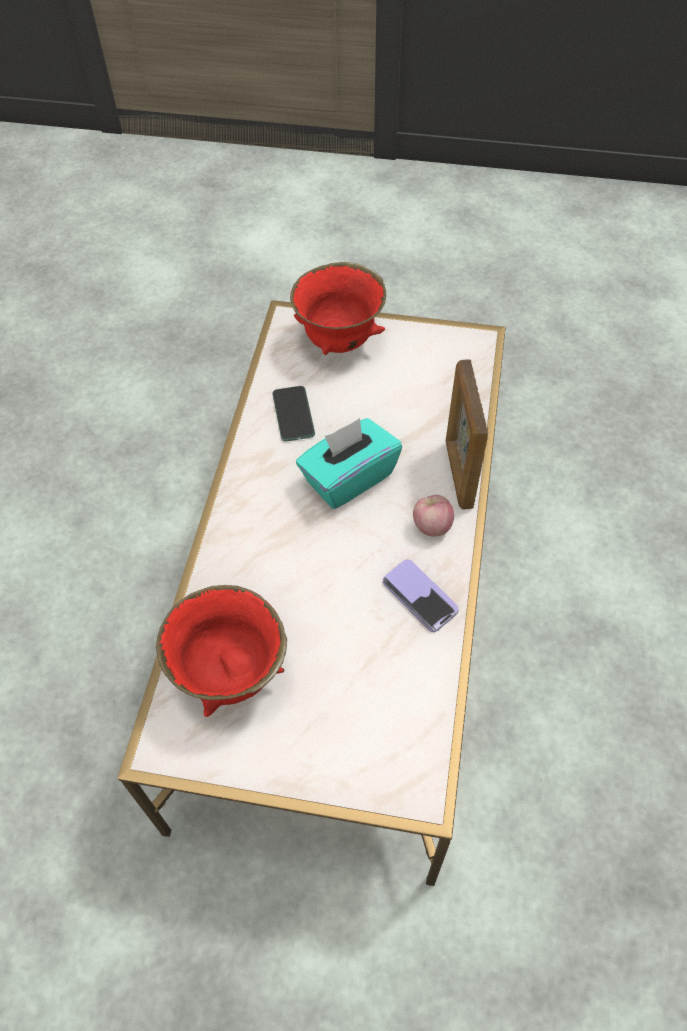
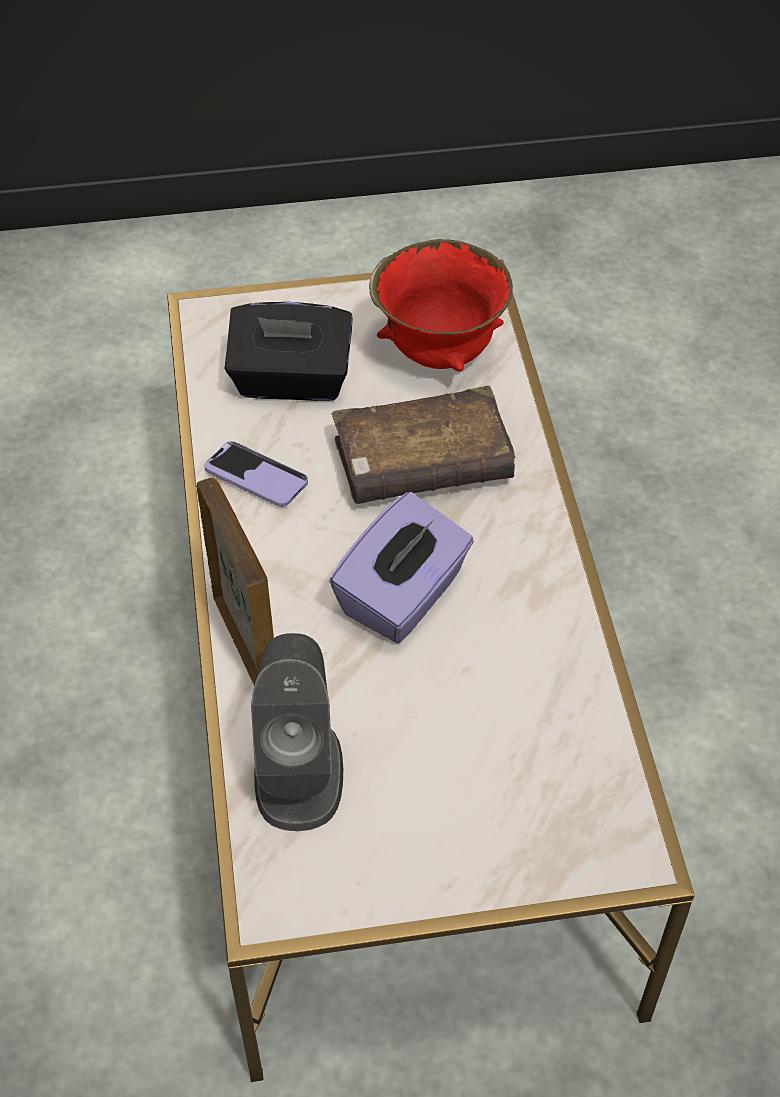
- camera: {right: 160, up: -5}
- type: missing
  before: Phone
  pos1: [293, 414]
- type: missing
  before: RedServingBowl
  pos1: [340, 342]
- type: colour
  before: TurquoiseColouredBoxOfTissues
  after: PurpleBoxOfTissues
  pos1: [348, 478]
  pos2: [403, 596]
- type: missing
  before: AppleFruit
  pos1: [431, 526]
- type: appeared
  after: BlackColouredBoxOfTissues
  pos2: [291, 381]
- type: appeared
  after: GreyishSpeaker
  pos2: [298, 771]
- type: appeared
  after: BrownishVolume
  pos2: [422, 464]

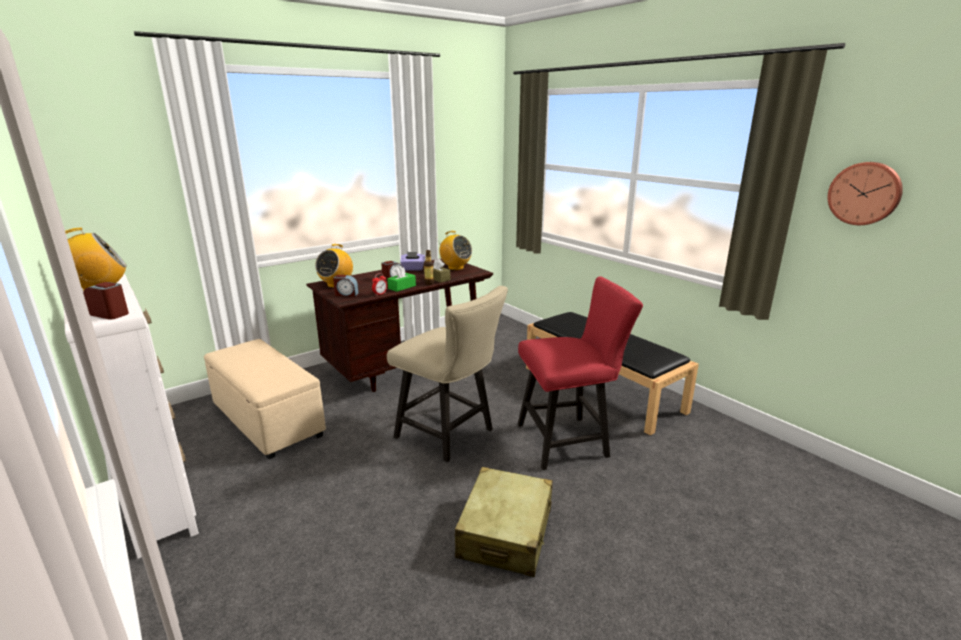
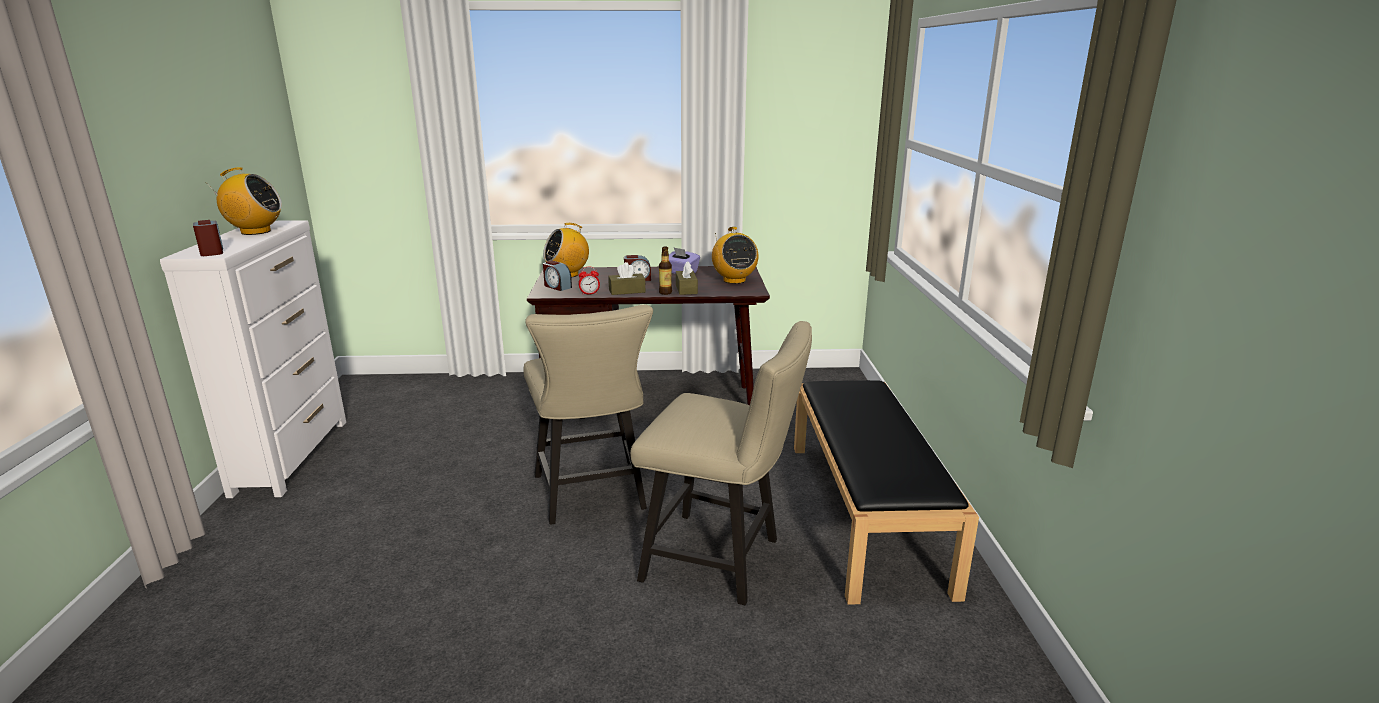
- camera: {right: 35, up: 0}
- type: missing
  before: BeigeColouredOttoman
  pos1: [267, 420]
- type: colour
  before: GreenBoxOfTissues
  after: BrownishBoxOfTissues
  pos1: [402, 287]
  pos2: [627, 291]
- type: missing
  before: BeigeColouredPieceOfLuggage
  pos1: [506, 532]
- type: colour
  before: RedUprightChair
  after: BeigeColouredUprightChair
  pos1: [569, 440]
  pos2: [721, 561]
- type: missing
  before: HangingClock
  pos1: [864, 193]

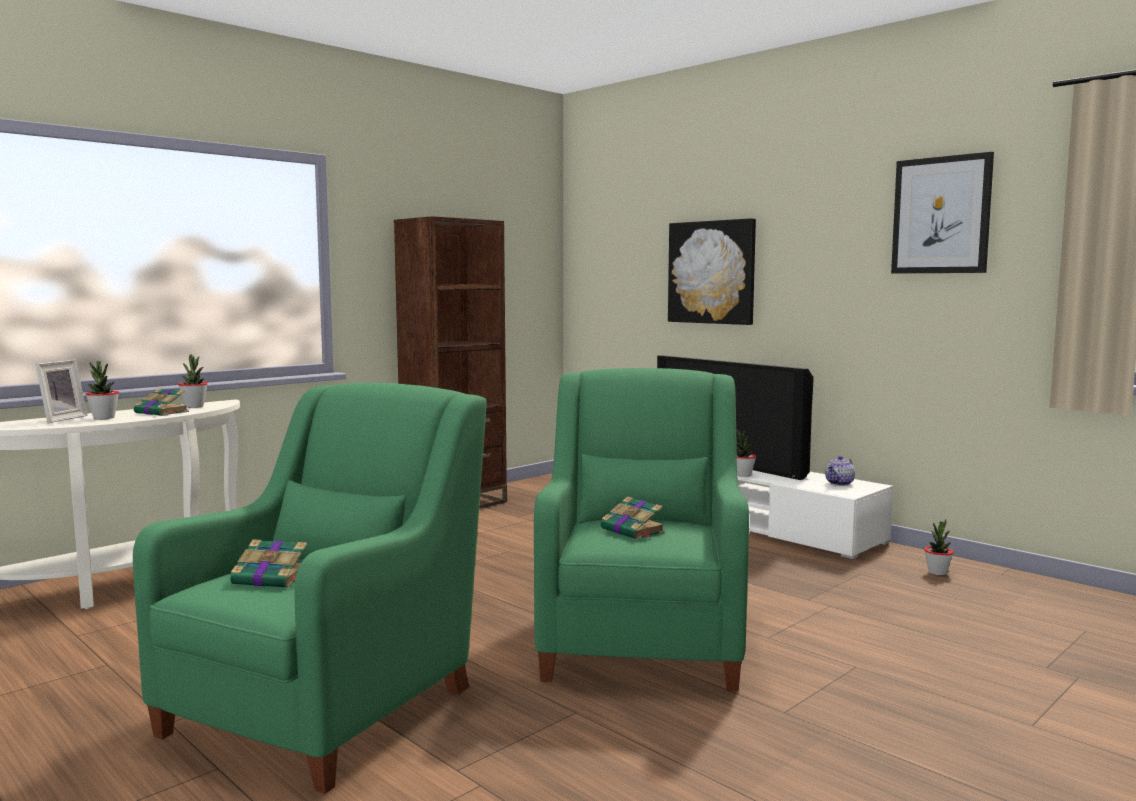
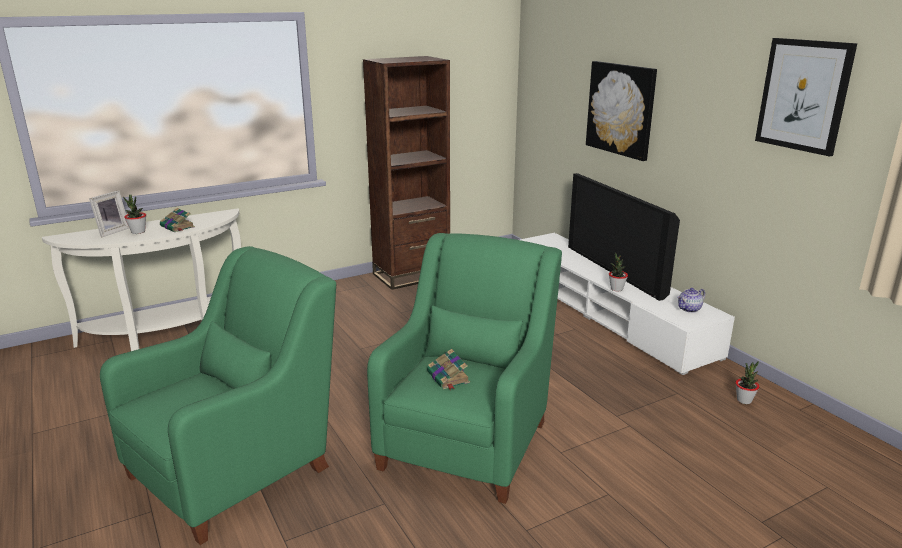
- camera: {right: 15, up: 15}
- type: missing
  before: Houseplant
  pos1: [194, 406]
- type: missing
  before: Volume
  pos1: [273, 579]

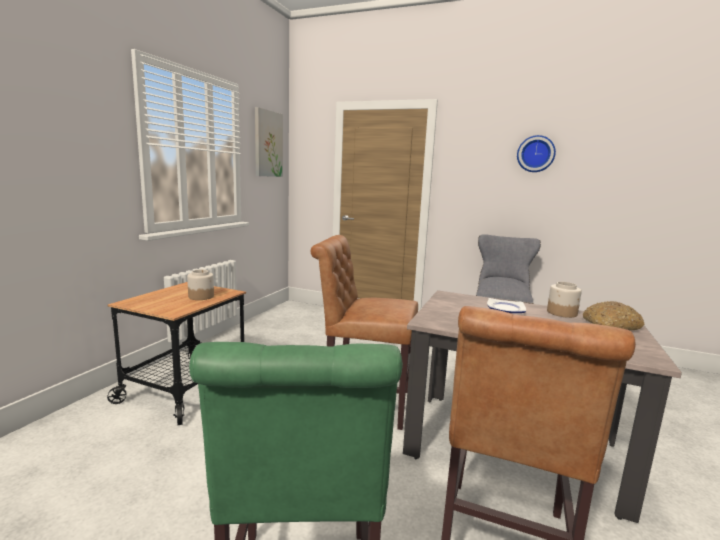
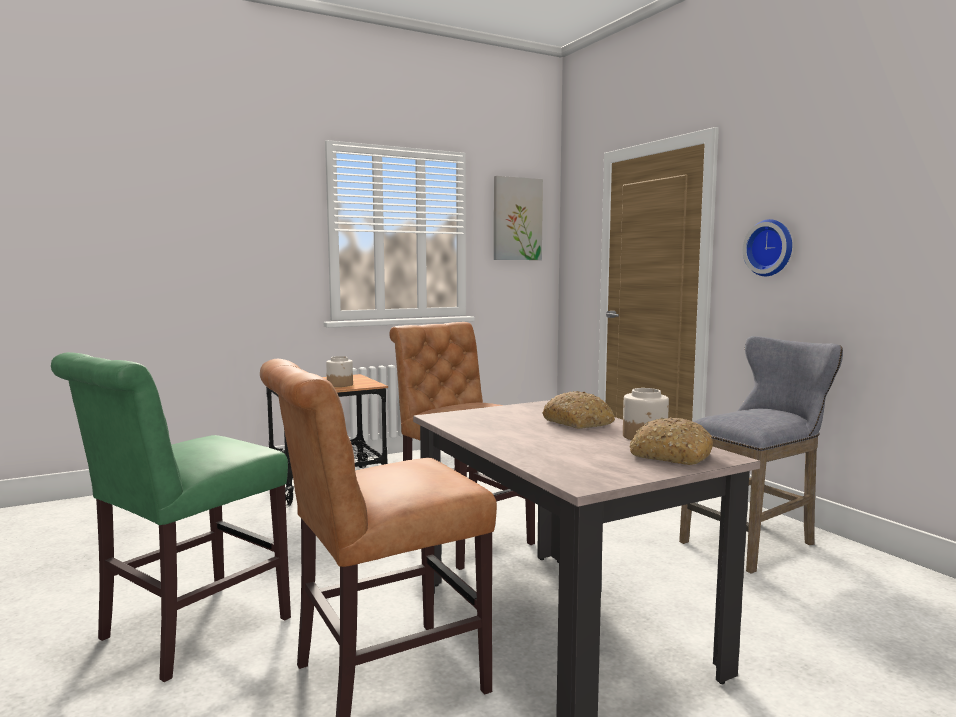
- camera: {right: 40, up: -5}
- type: exchanged
  before: FlatDish
  after: BakedBread
  pos1: [506, 308]
  pos2: [578, 422]
- type: relocated
  before: HangingClock
  pos1: [535, 154]
  pos2: [770, 248]

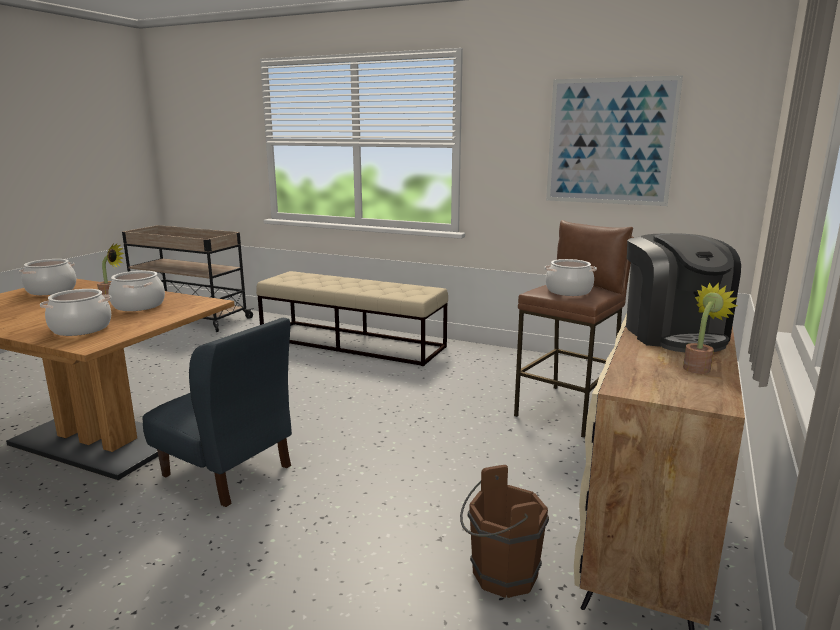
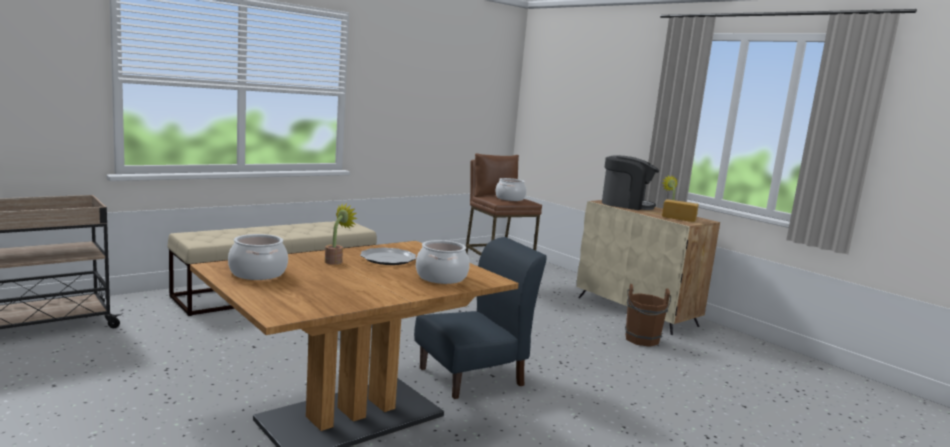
- camera: {right: -65, up: -5}
- type: exchanged
  before: CookingPot
  after: FlatDish
  pos1: [139, 305]
  pos2: [388, 259]
- type: missing
  before: WallPicture
  pos1: [610, 142]
- type: appeared
  after: BakedBread
  pos2: [679, 218]

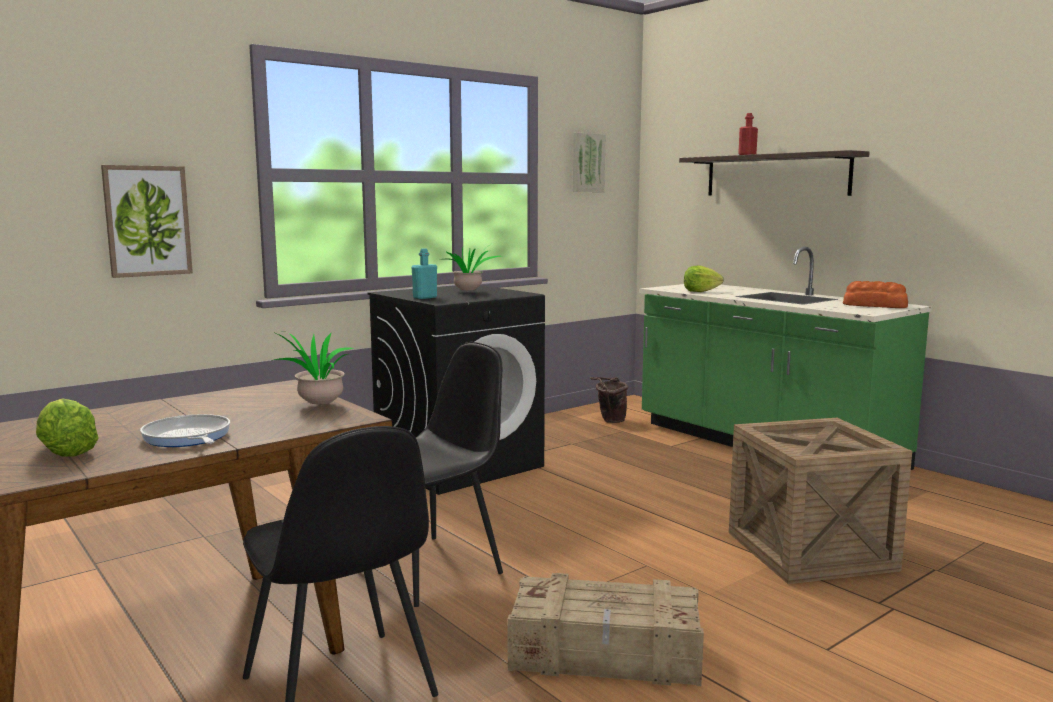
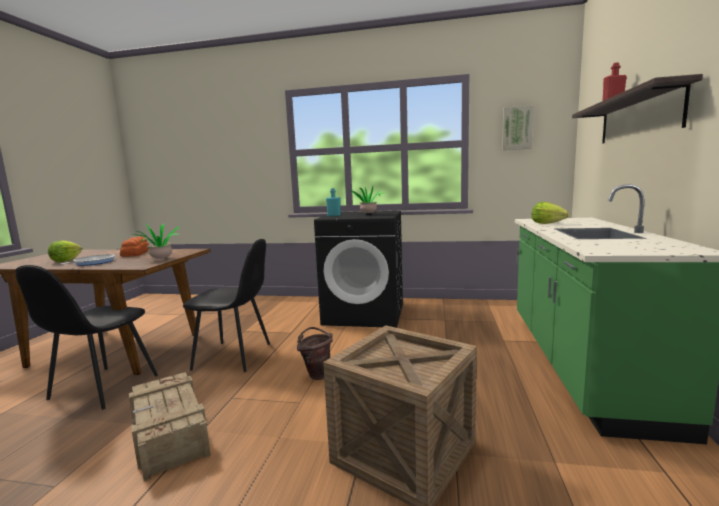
- camera: {right: 50, up: 0}
- type: missing
  before: WallPicture
  pos1: [147, 221]
- type: relocated
  before: BrownishBucket
  pos1: [609, 421]
  pos2: [317, 374]
- type: relocated
  before: BakedBread
  pos1: [875, 305]
  pos2: [135, 253]

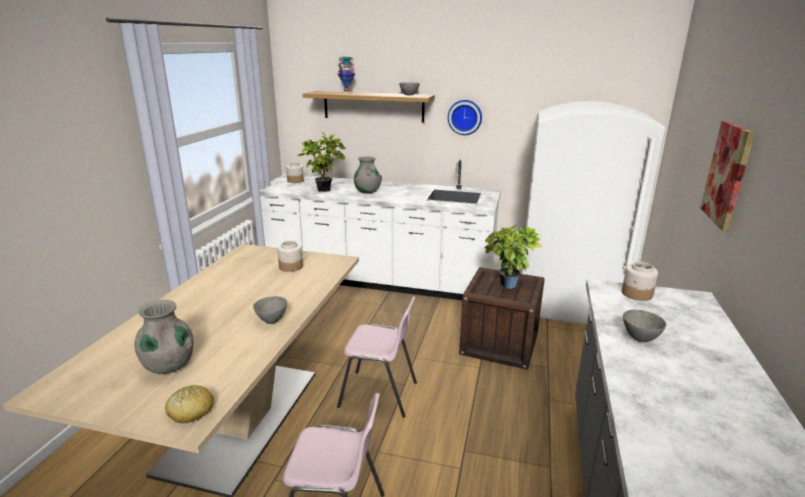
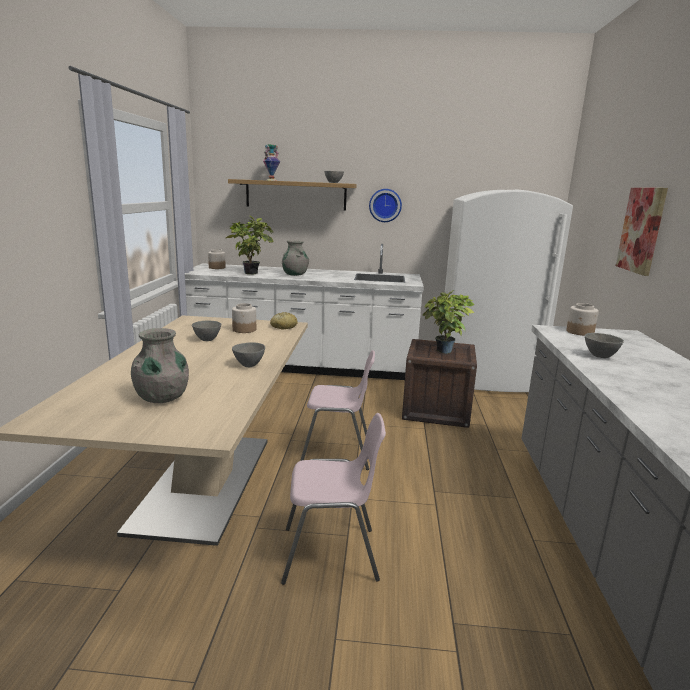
- camera: {right: -10, up: -5}
- type: relocated
  before: BakedBread
  pos1: [190, 411]
  pos2: [283, 326]
- type: appeared
  after: GreyishServingBowl
  pos2: [207, 340]

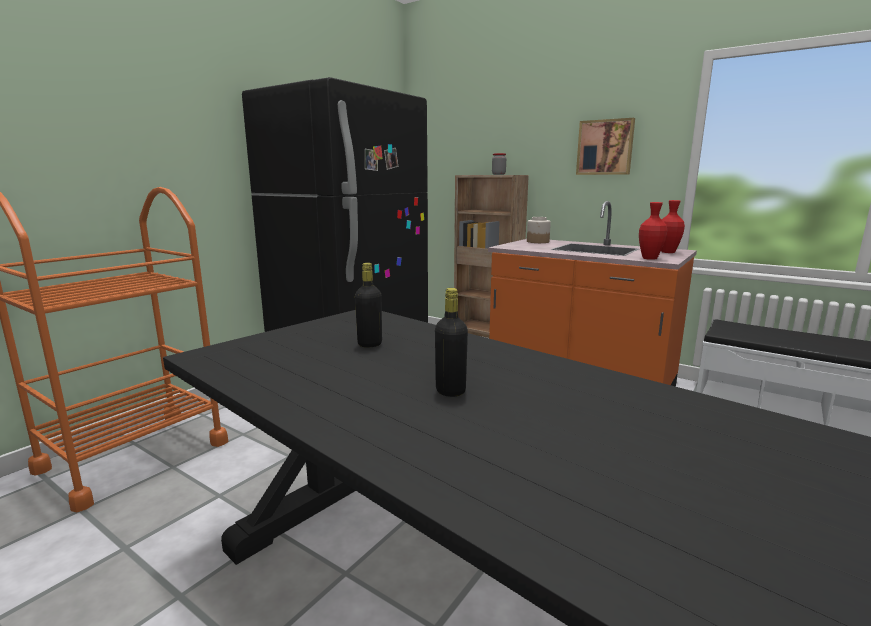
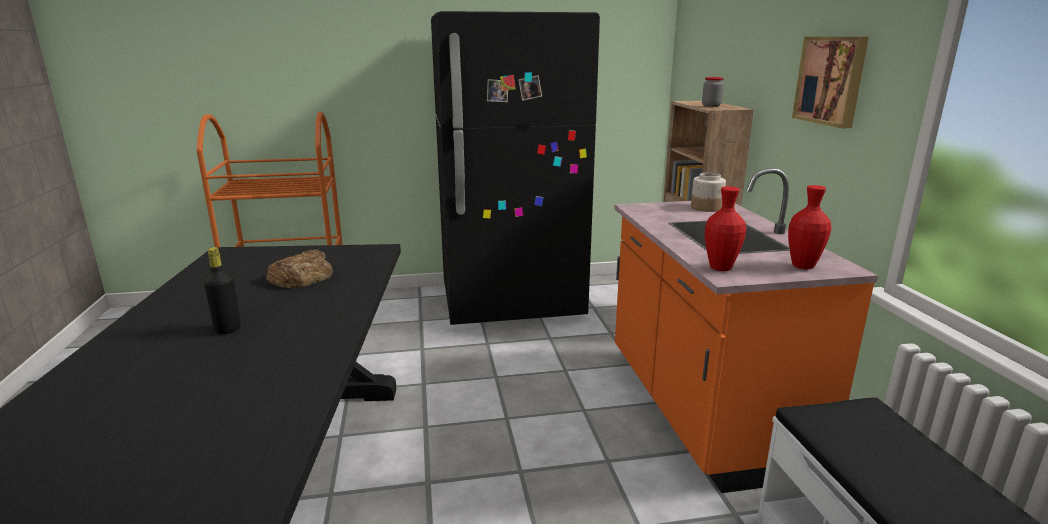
- camera: {right: 45, up: 5}
- type: exchanged
  before: BlackColouredDrinkBottle
  after: BakedBread
  pos1: [370, 344]
  pos2: [302, 277]

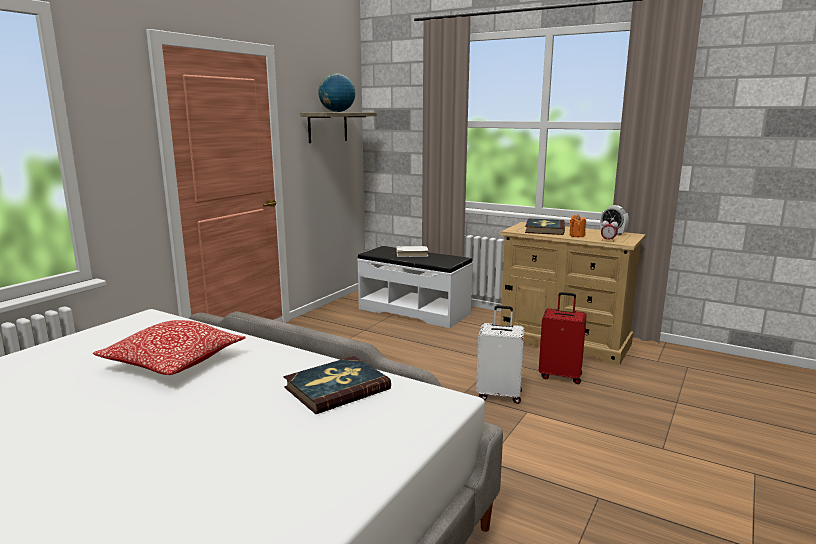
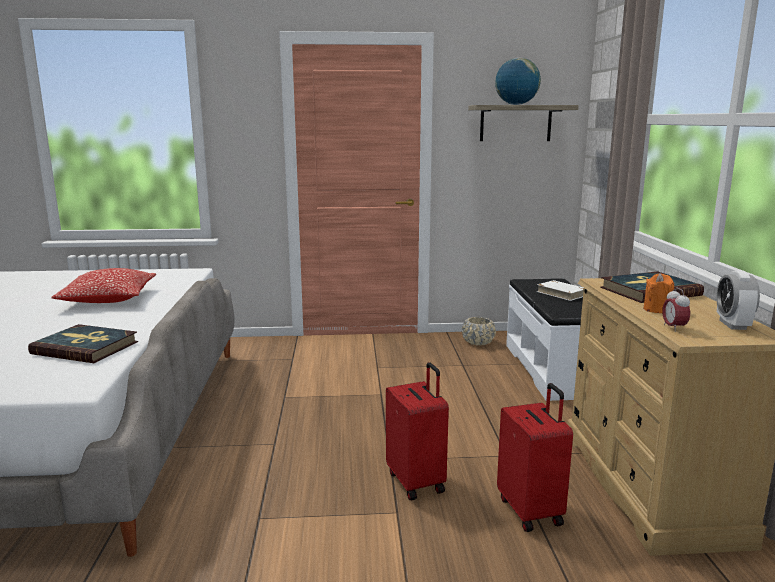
- camera: {right: 55, up: 0}
- type: colour
  before: WhitePieceOfLuggage
  after: RedPieceOfLuggage
  pos1: [499, 394]
  pos2: [417, 481]
- type: appeared
  after: BeigeColouredPlantPot
  pos2: [478, 342]

